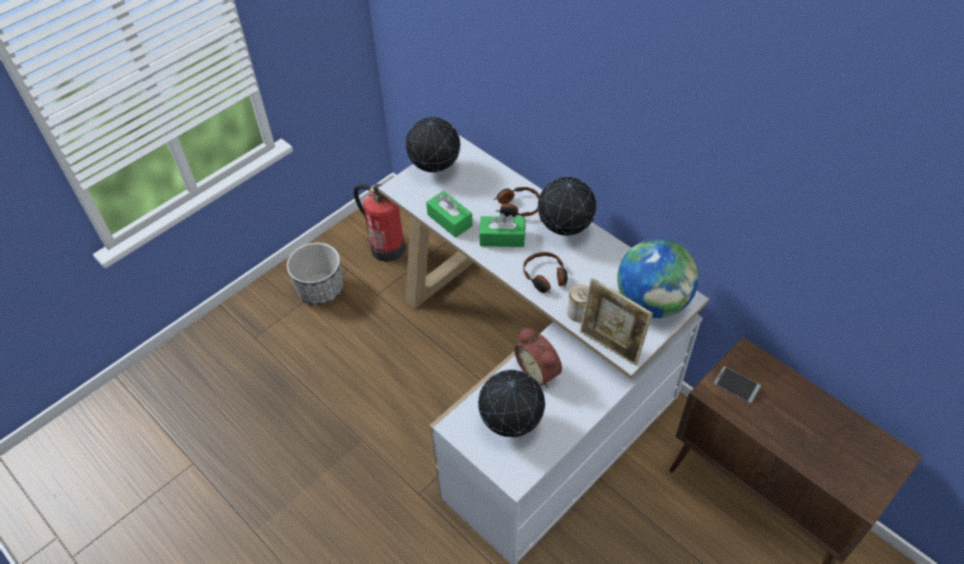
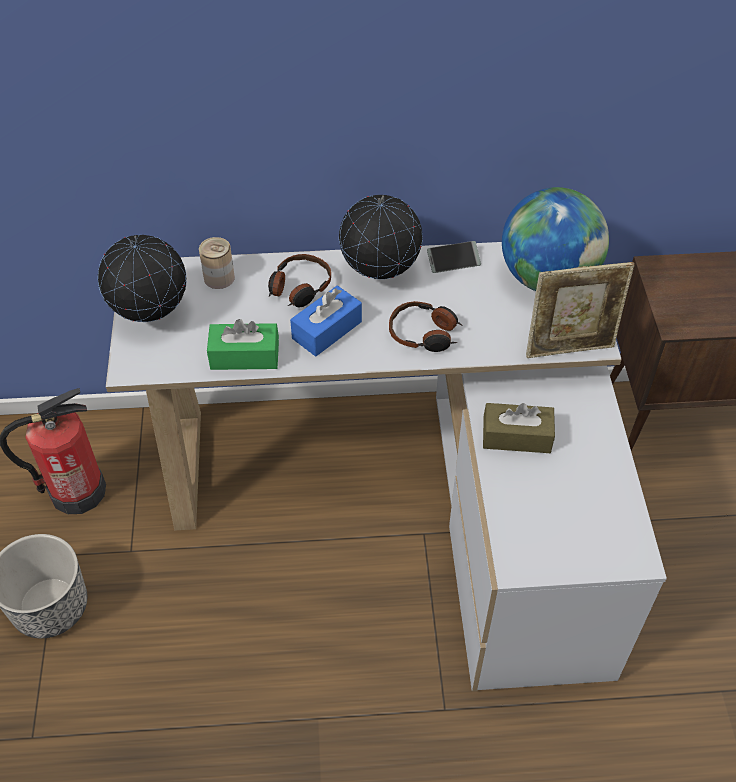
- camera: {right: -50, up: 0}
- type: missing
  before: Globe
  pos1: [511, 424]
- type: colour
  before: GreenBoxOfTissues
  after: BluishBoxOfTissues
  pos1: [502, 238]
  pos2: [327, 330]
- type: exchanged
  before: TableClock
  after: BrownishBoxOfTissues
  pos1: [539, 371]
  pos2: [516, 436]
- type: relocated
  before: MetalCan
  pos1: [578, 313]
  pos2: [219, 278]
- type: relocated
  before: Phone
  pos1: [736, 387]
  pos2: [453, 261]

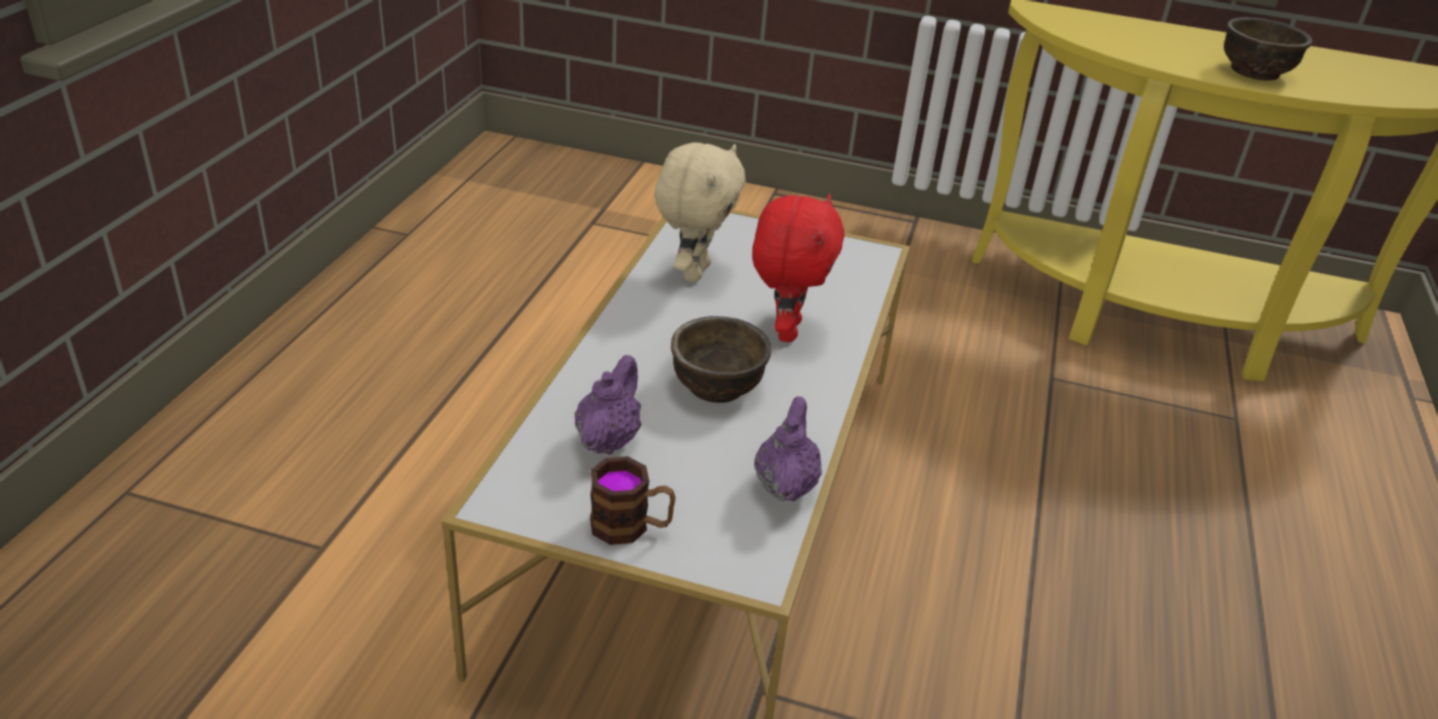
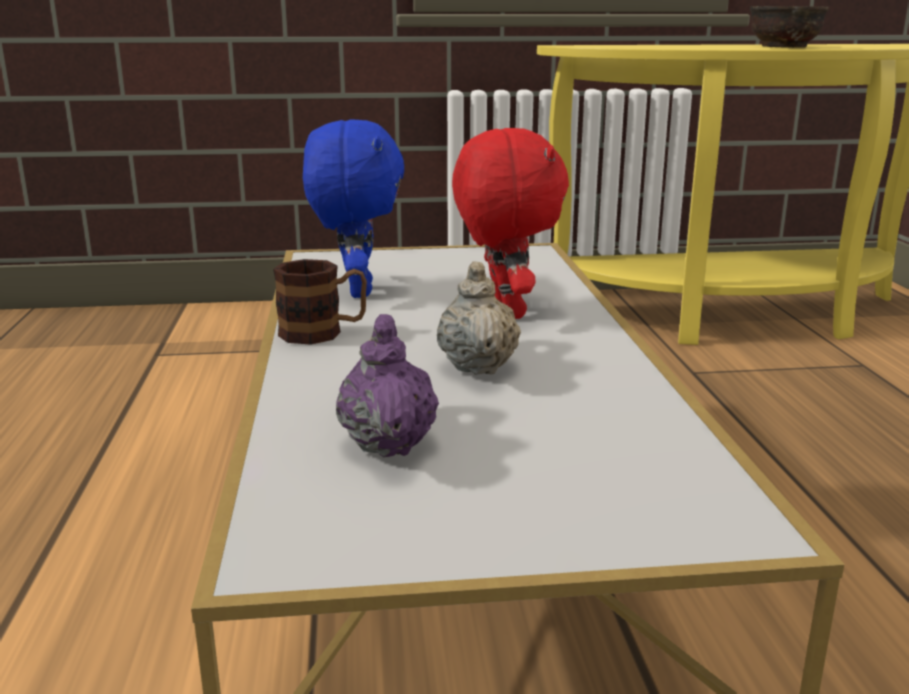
- camera: {right: -20, up: -15}
- type: relocated
  before: Mug
  pos1: [631, 527]
  pos2: [323, 332]
- type: colour
  before: BeigeColouredPlushToy
  after: BluishPlushToy
  pos1: [694, 272]
  pos2: [356, 291]
- type: exchanged
  before: BrownishServingBowl
  after: BeigeColouredPotForTea
  pos1: [717, 385]
  pos2: [477, 365]
- type: missing
  before: PurplePotForTea
  pos1: [785, 485]

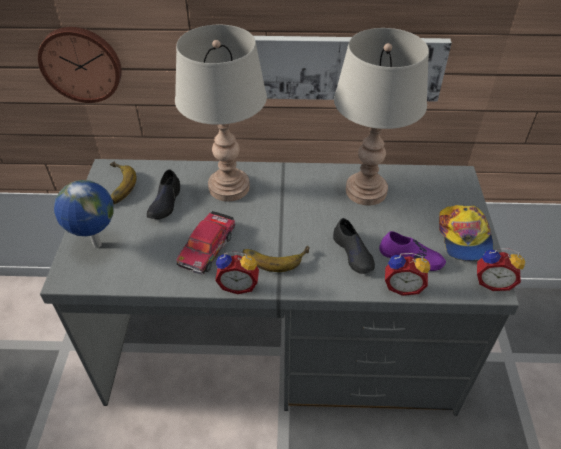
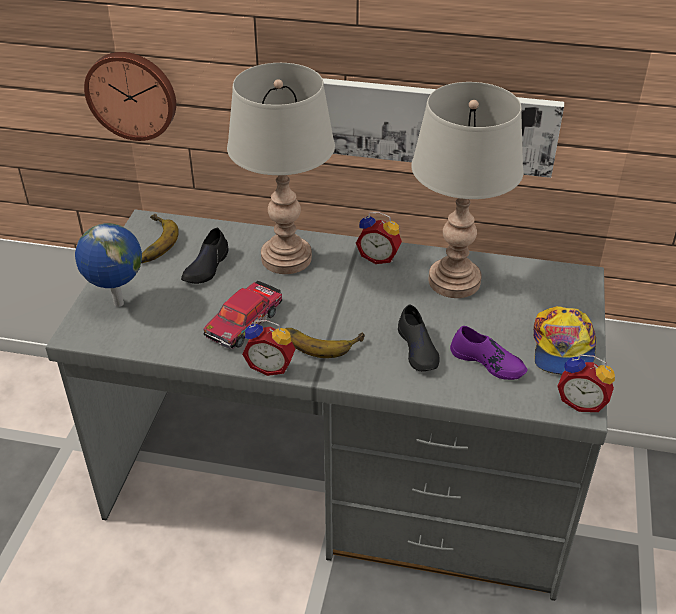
- camera: {right: 10, up: -5}
- type: relocated
  before: TableClock
  pos1: [403, 286]
  pos2: [379, 257]

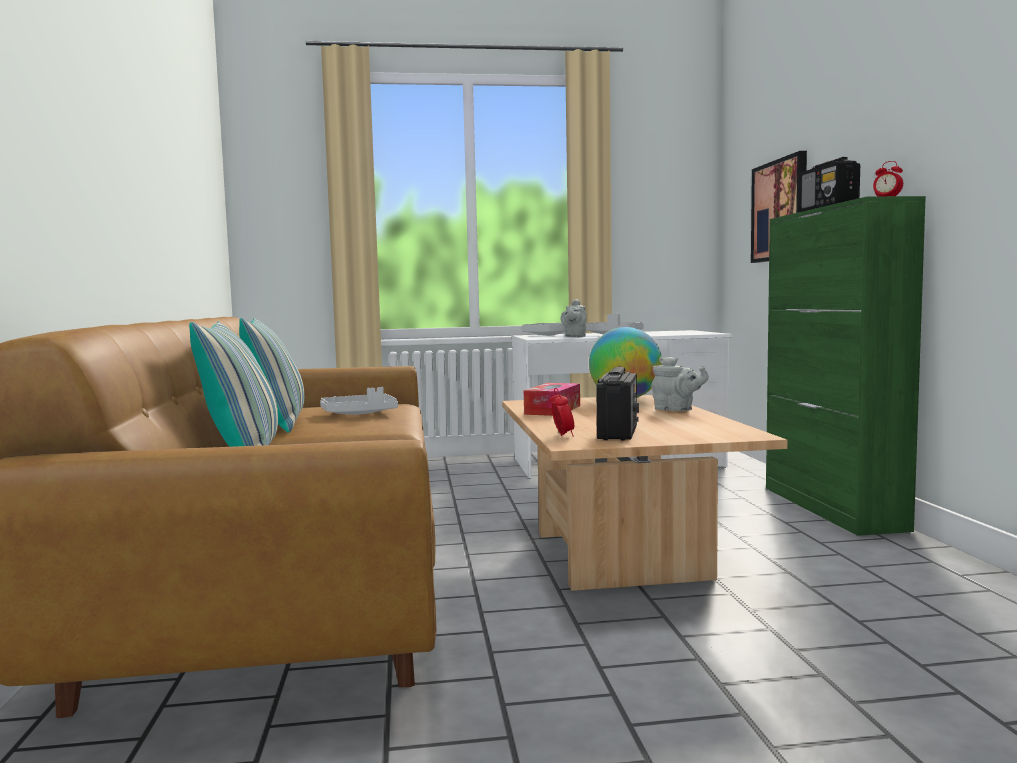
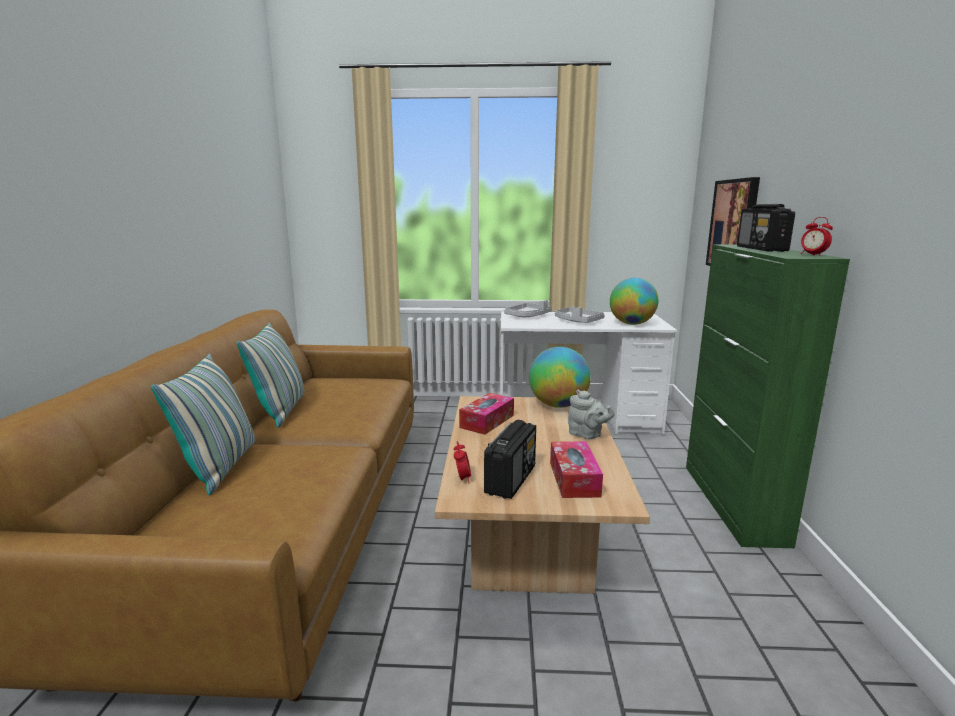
- camera: {right: 10, up: 10}
- type: missing
  before: GreyishTray
  pos1: [359, 414]
- type: missing
  before: GreyishPotForTea
  pos1: [574, 337]
- type: appeared
  after: BoxOfTissues
  pos2: [574, 479]
- type: appeared
  after: Globe
  pos2: [631, 324]

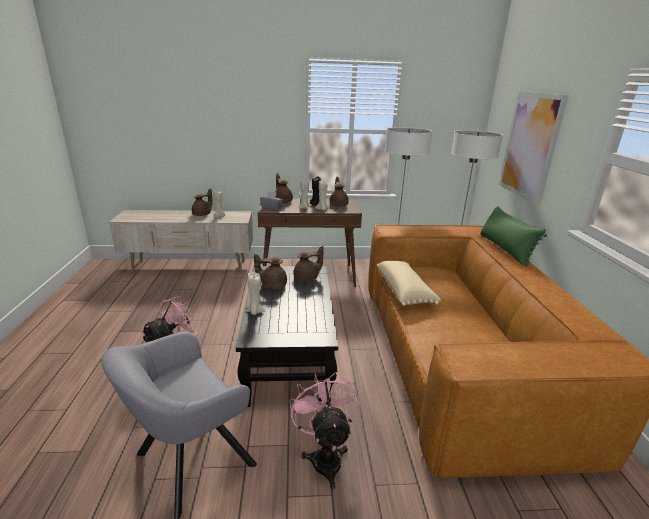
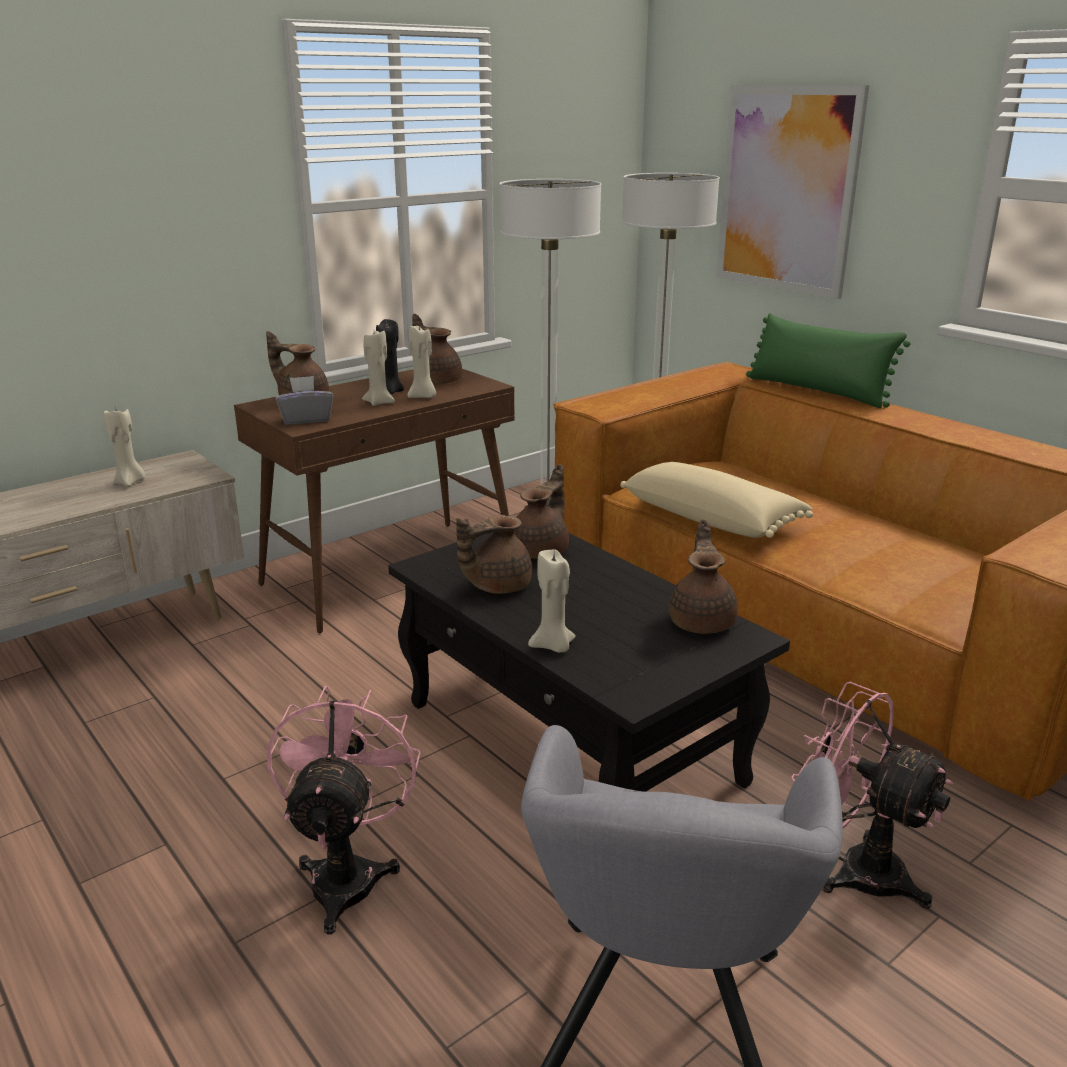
- camera: {right: -35, up: 0}
- type: relocated
  before: BrownishPotForTea
  pos1: [202, 214]
  pos2: [702, 621]

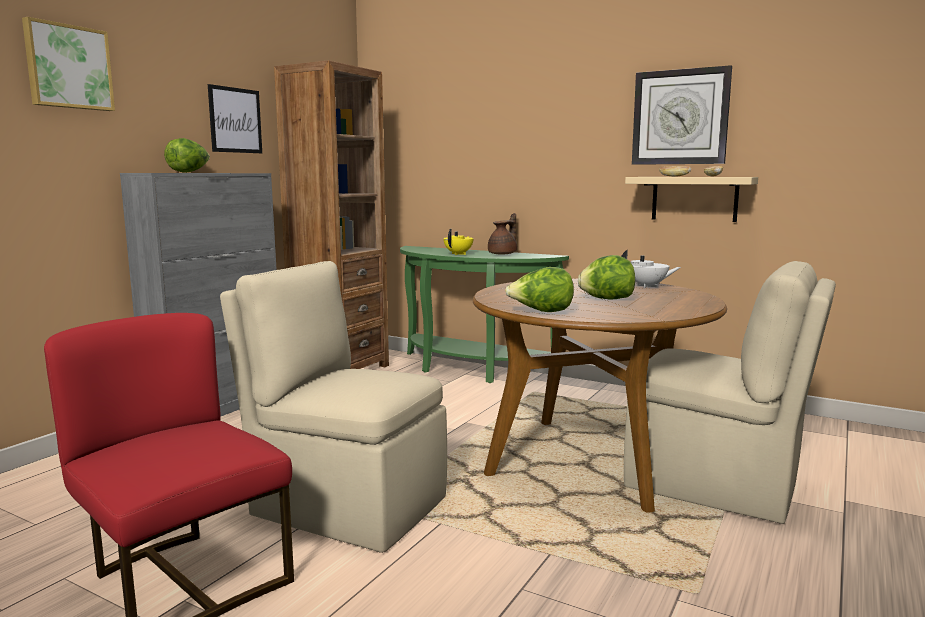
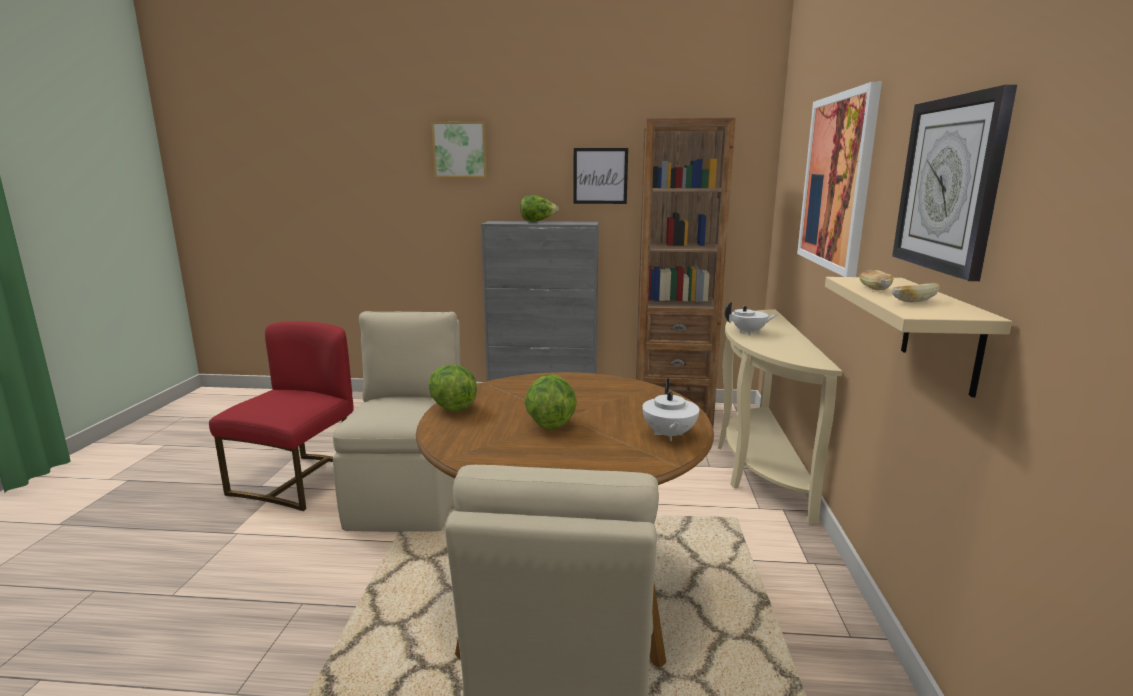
- camera: {right: 65, up: 5}
- type: colour
  before: GreenNarrowTable
  after: BeigeColouredNarrowTable
  pos1: [469, 370]
  pos2: [758, 467]
- type: colour
  before: YellowPotForTea
  after: WhitePotForTea
  pos1: [459, 254]
  pos2: [749, 332]
- type: missing
  before: BrownishPotForTea
  pos1: [503, 254]
- type: appeared
  after: WallPicture
  pos2: [836, 182]

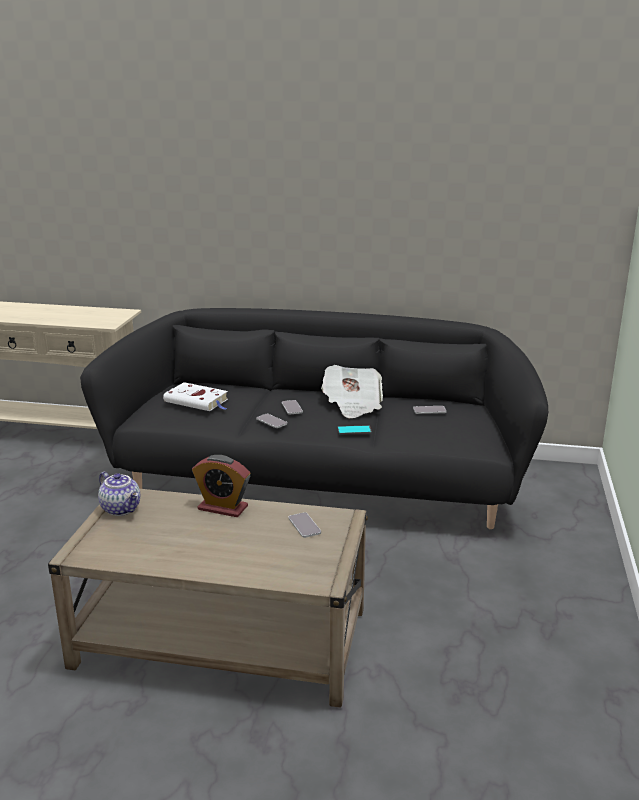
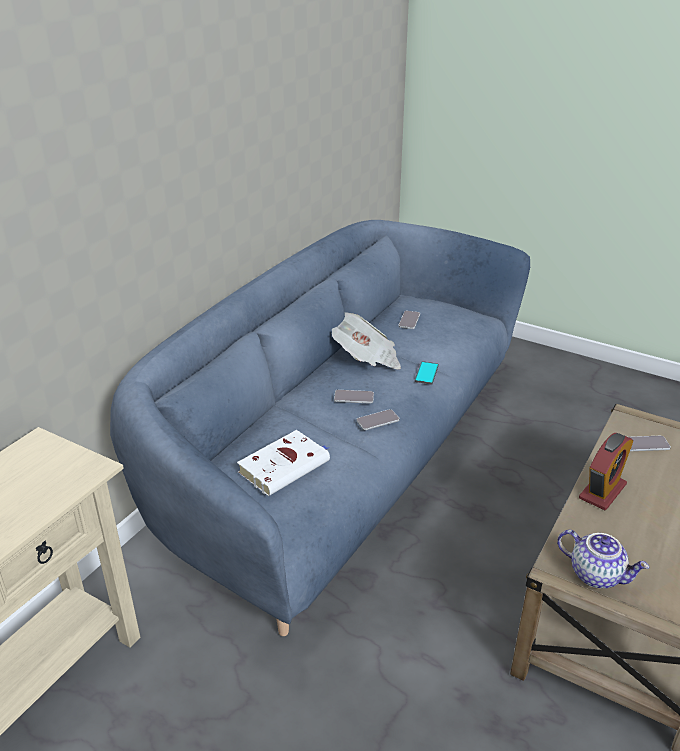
- camera: {right: -70, up: 10}
- type: colour
  before: BlackColouredCouch
  after: BluishCouch
  pos1: [319, 482]
  pos2: [341, 464]
- type: spun
  before: PotForTea
  pos1: [122, 509]
  pos2: [597, 574]
  turn: 60

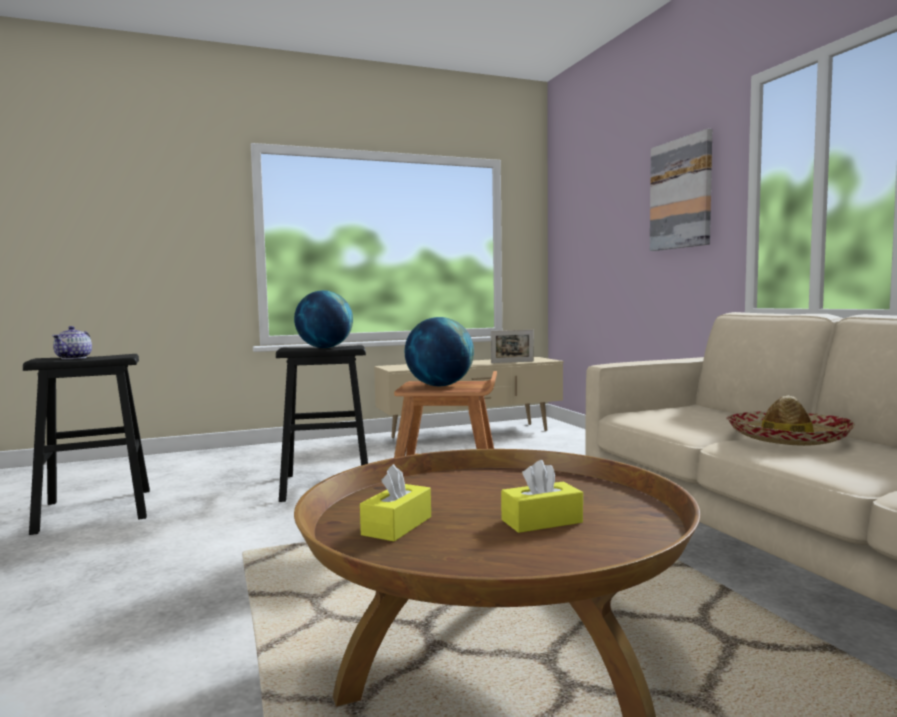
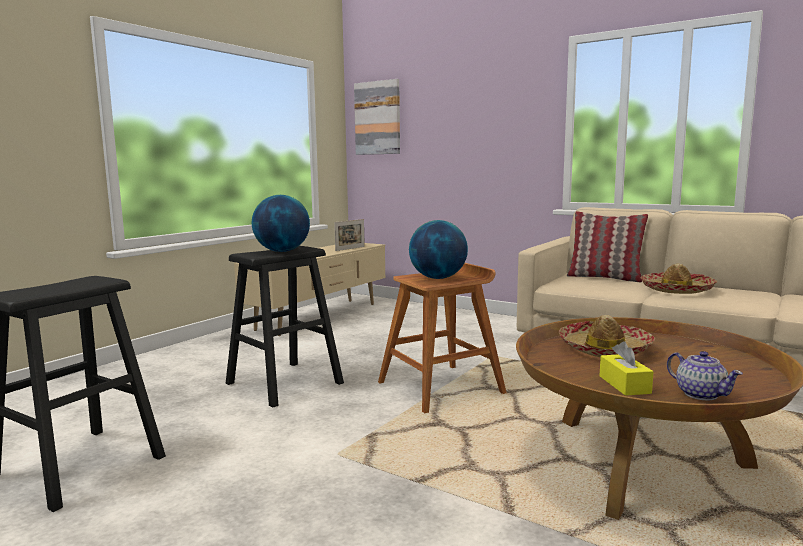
- camera: {right: -35, up: 5}
- type: relocated
  before: PotForTea
  pos1: [74, 358]
  pos2: [700, 394]
- type: missing
  before: YellowBoxOfTissues
  pos1: [541, 521]
- type: relocated
  before: WallPicture
  pos1: [681, 194]
  pos2: [378, 118]
- type: appeared
  after: WearableHat
  pos2: [604, 349]
- type: appeared
  after: Pillow
  pos2: [604, 277]

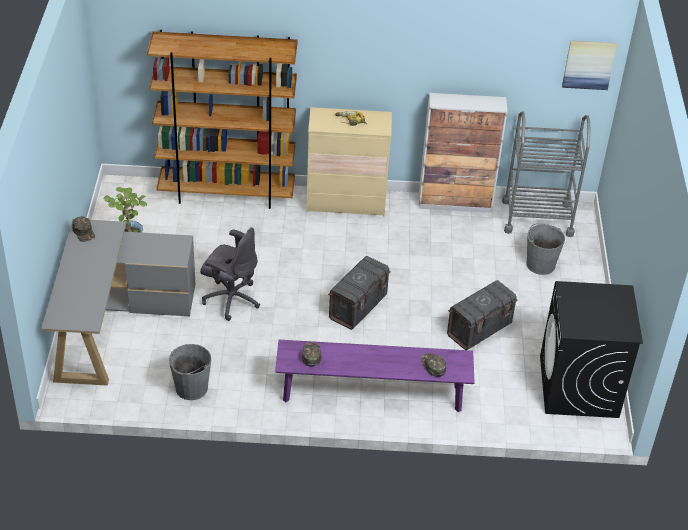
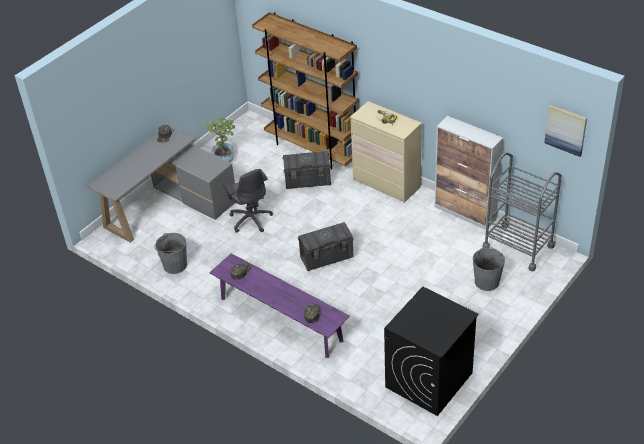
- camera: {right: 40, up: 0}
- type: relocated
  before: GreyishStorageBin
  pos1: [479, 329]
  pos2: [308, 181]

